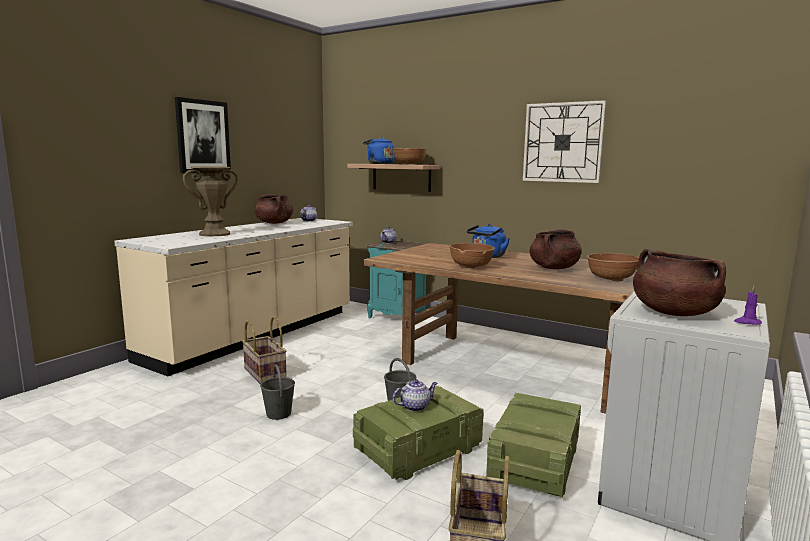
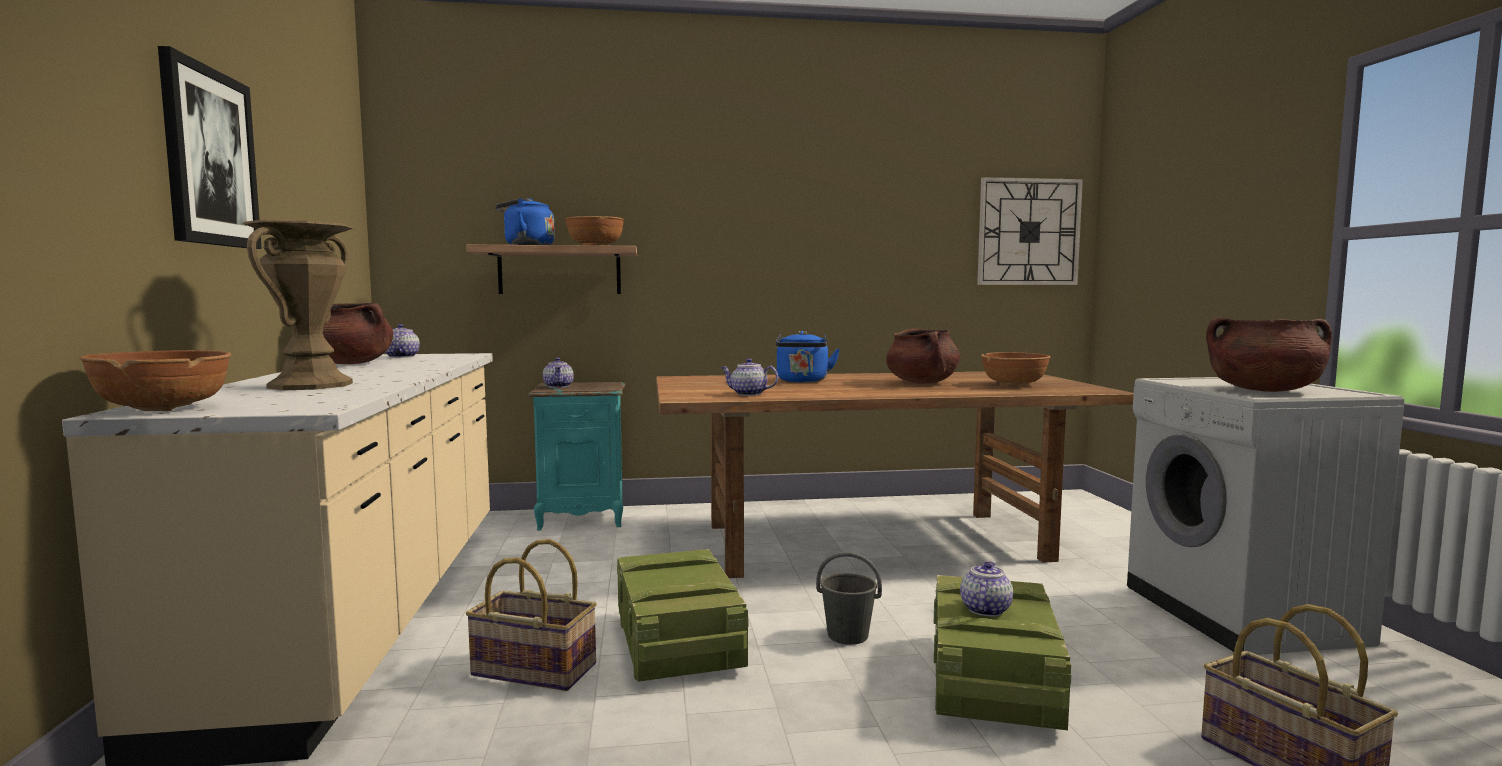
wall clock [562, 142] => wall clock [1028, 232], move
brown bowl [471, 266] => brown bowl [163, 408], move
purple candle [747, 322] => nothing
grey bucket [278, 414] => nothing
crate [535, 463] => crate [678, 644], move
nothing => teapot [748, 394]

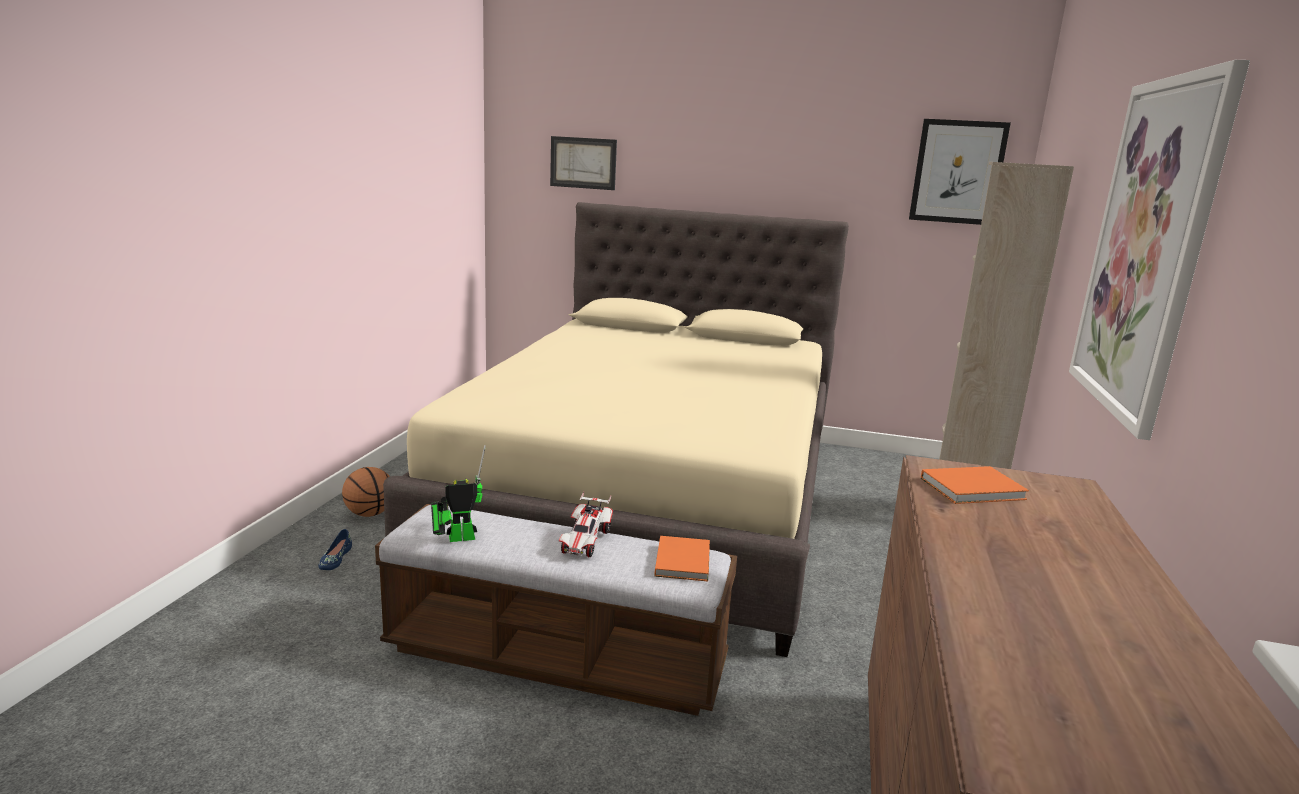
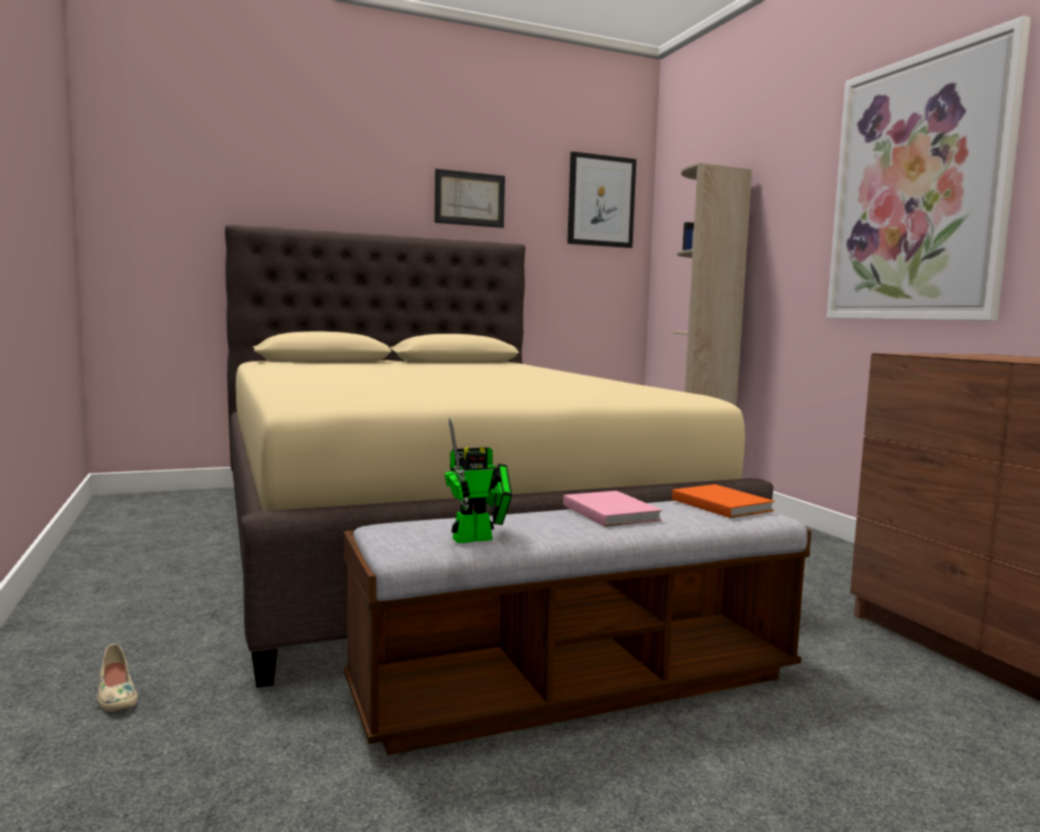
picture [583, 163] => picture [469, 199], move
toy robot [457, 538] => toy robot [478, 538], 150 degrees counterclockwise
orange book [975, 489] => nothing
basketball [370, 514] => nothing
toy car [585, 541] => pink book [610, 512]
blue shoe [335, 559] => beige shoe [116, 694]

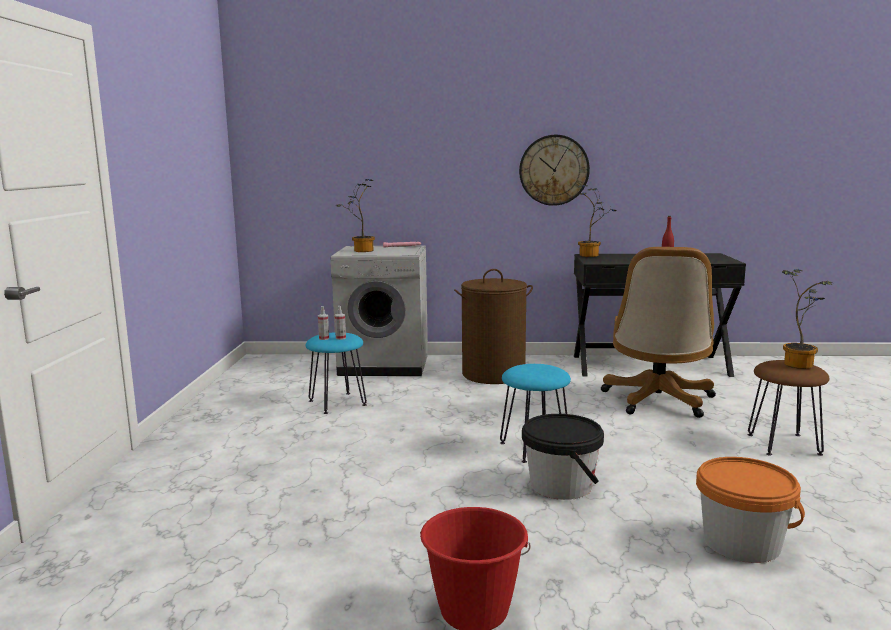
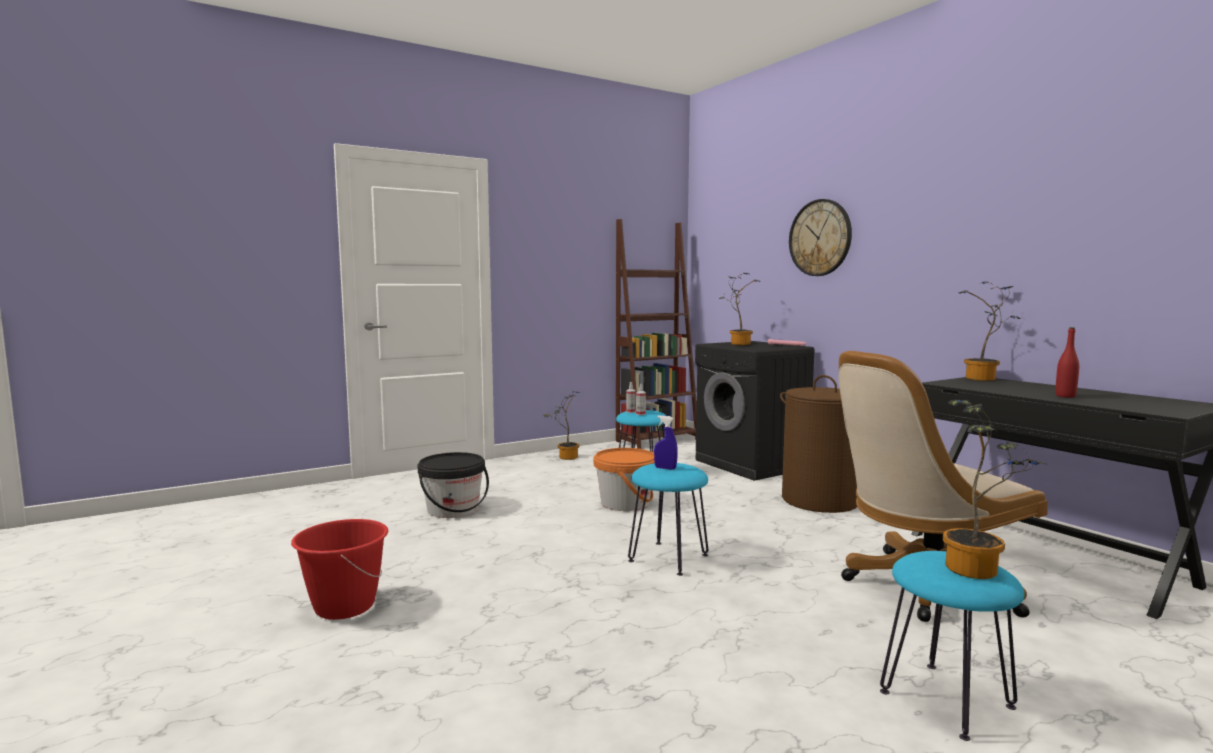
wall clock [554, 170] => wall clock [820, 238], move
white washing machine [384, 366] => black washing machine [749, 465]
brown stool [784, 444] => turquoise stool [946, 699]
black bucket [561, 485] => black bucket [453, 509], move
orange bucket [741, 543] => orange bucket [625, 503], move
nothing => brown bookcase [657, 441]
nothing => potted plant [565, 457]
nothing => blue spray bottle [665, 468]

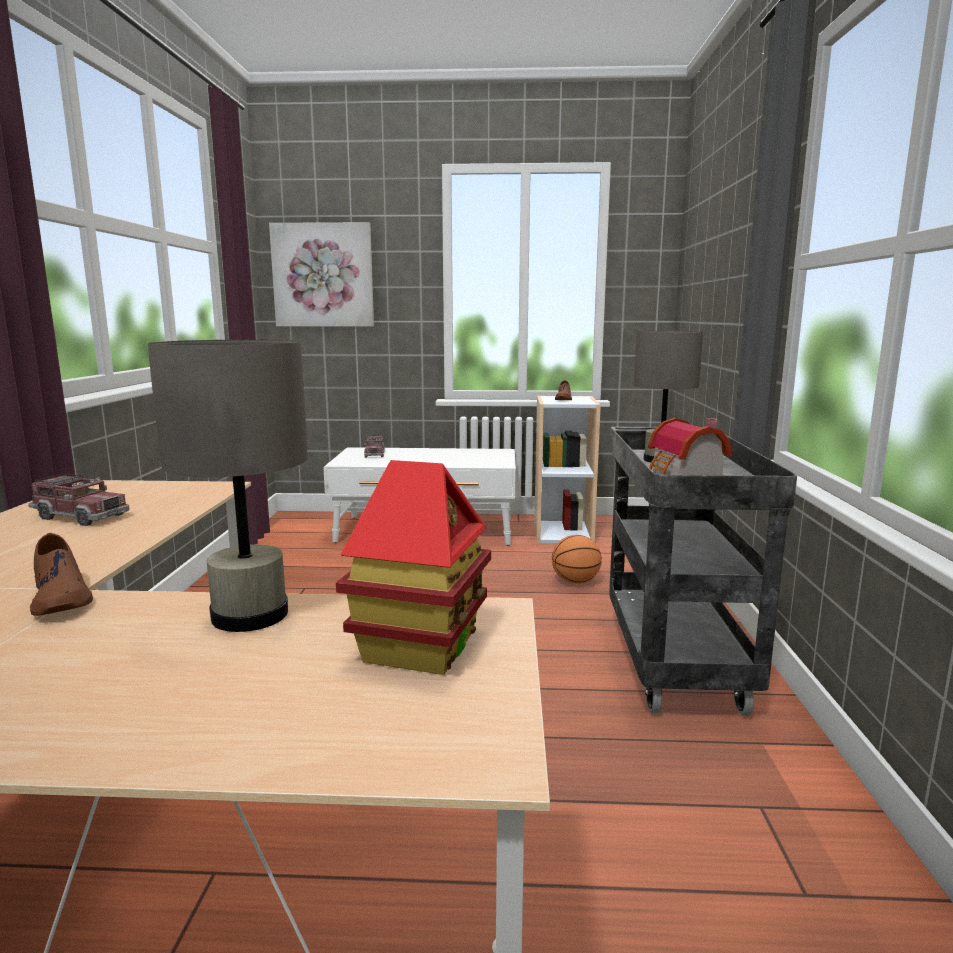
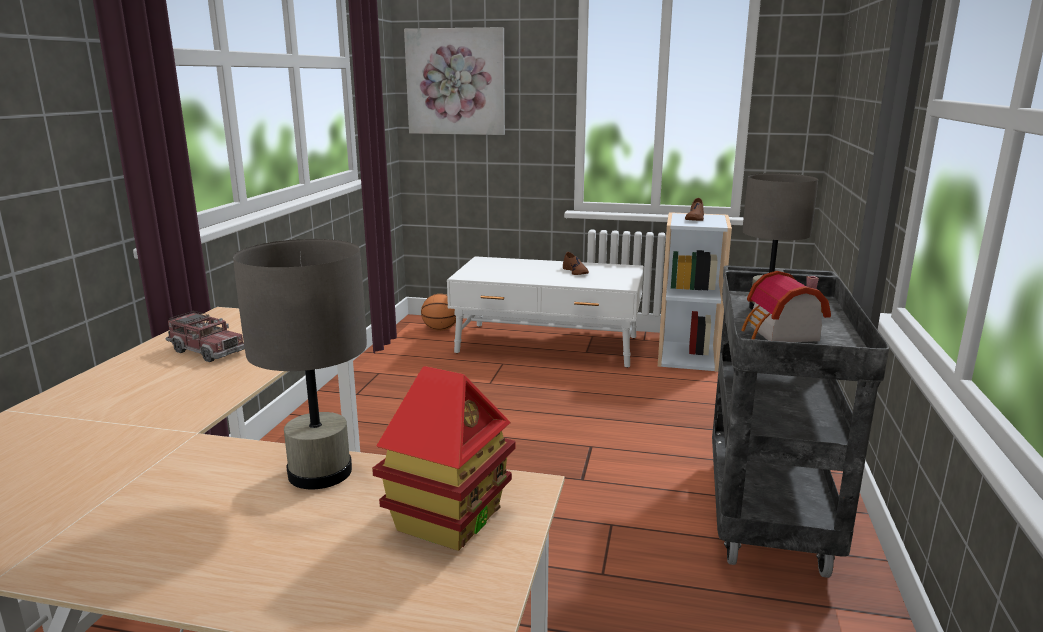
toy truck [374, 454] => nothing
brown shoe [61, 597] => brown shoe [575, 272], move
basketball [575, 582] => basketball [440, 329], move

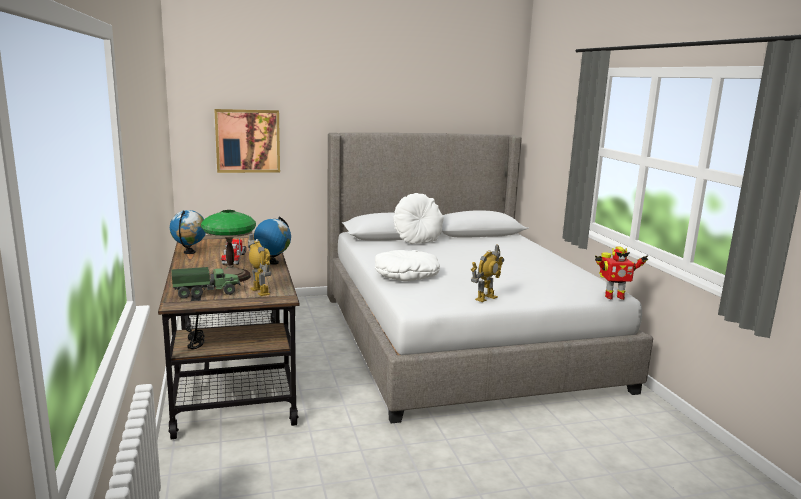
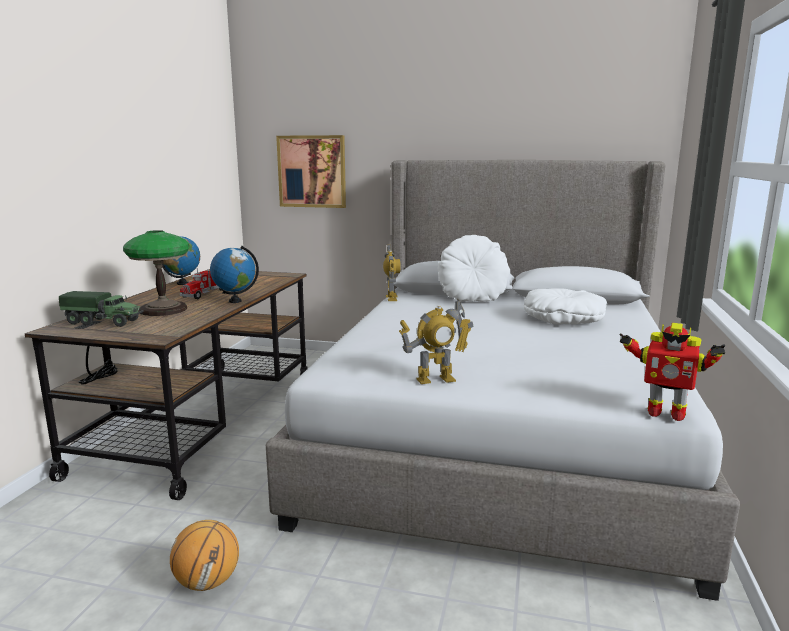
toy robot [260, 291] => toy robot [391, 298], move
white pillow [405, 275] => white pillow [563, 318], move
nothing => basketball [208, 582]

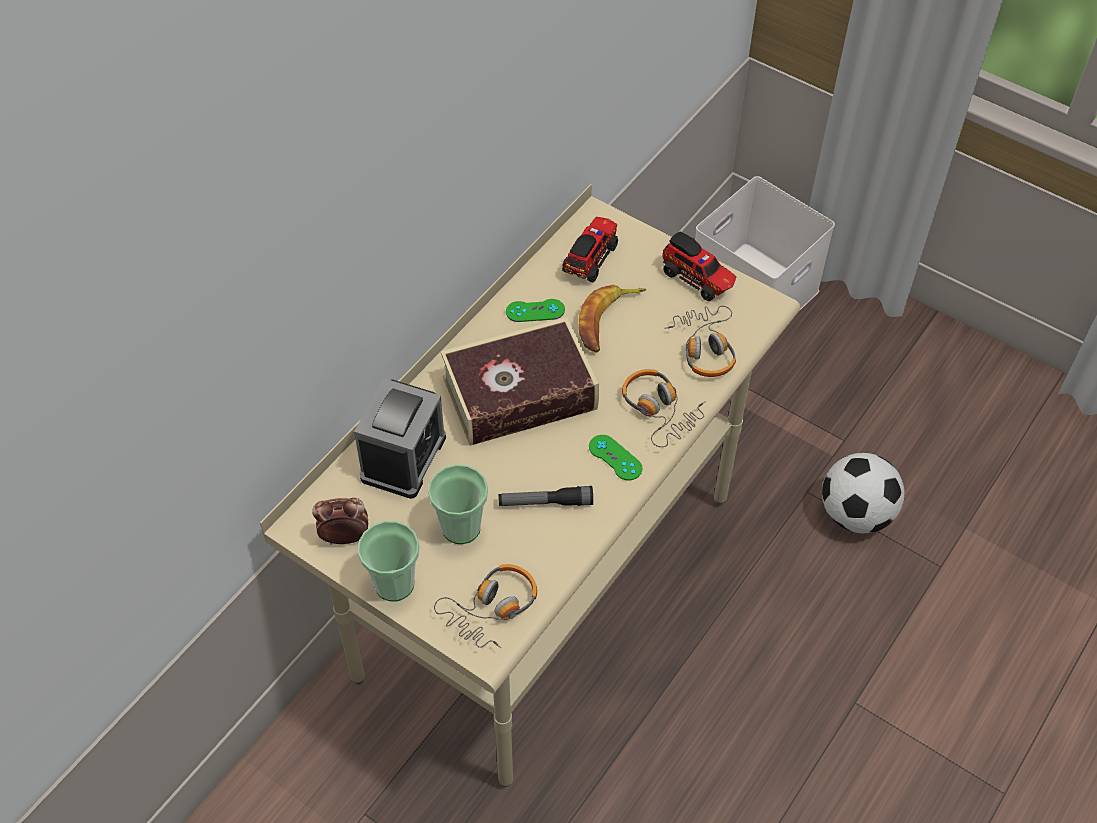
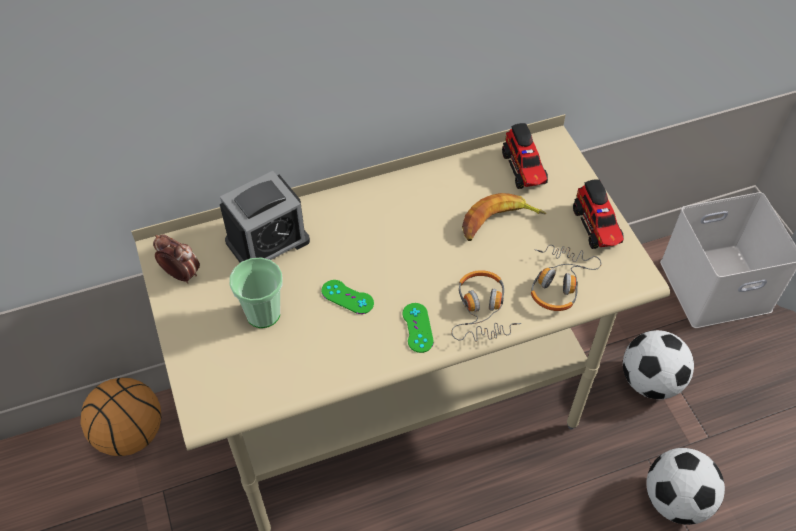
toy truck [591, 258] => toy truck [524, 170], 105 degrees clockwise
green game controller [535, 311] => green game controller [347, 297], move
book [519, 394] => nothing
flashlight [545, 502] => nothing
cup [394, 584] => nothing
headphones [492, 609] => nothing
nothing => football [650, 381]
nothing => basketball [131, 433]

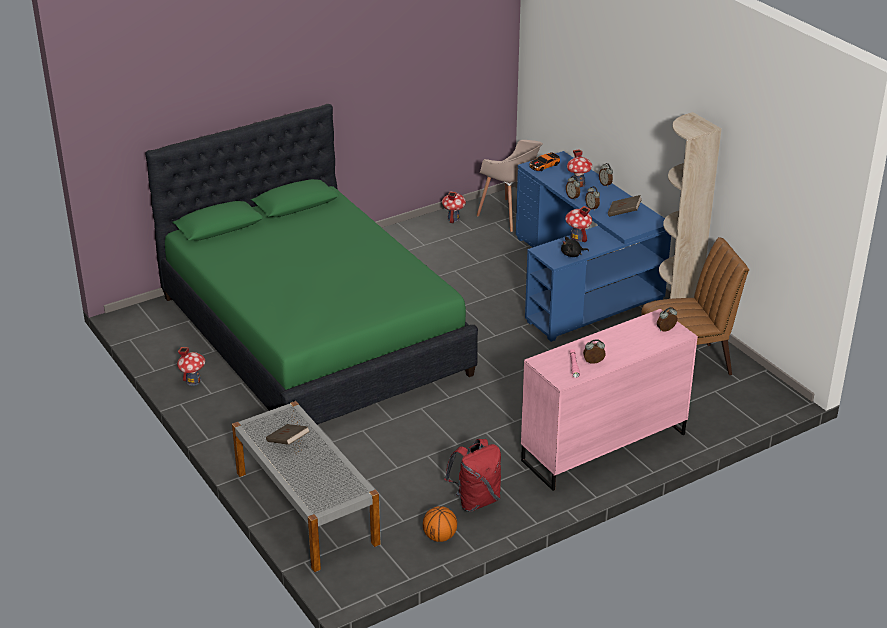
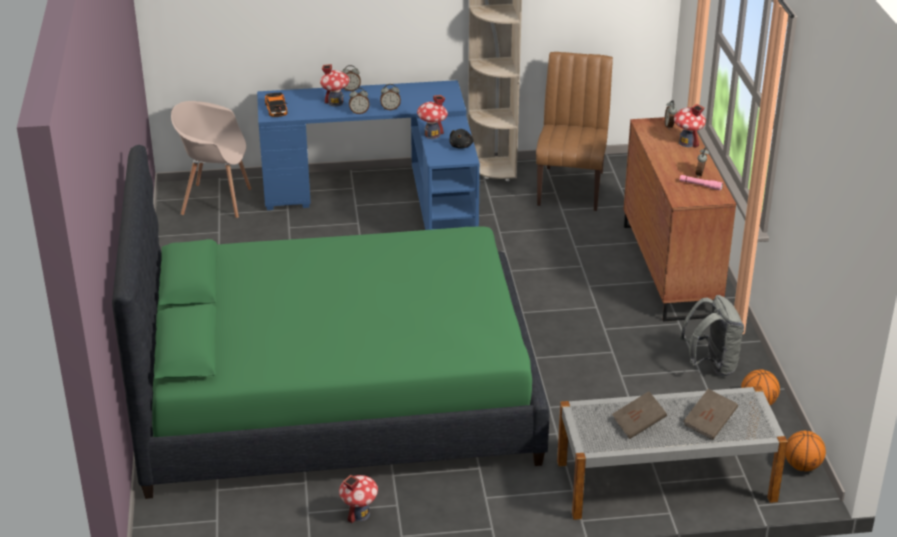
beige chair [509, 215] => beige chair [215, 201], 150 degrees counterclockwise
toy house [453, 218] => toy house [687, 143], move
brown book [624, 213] => brown book [709, 423], move
pink dresser [604, 448] => brown dresser [671, 270]
red backpack [476, 500] => grey backpack [711, 365]
nothing => basketball [802, 466]

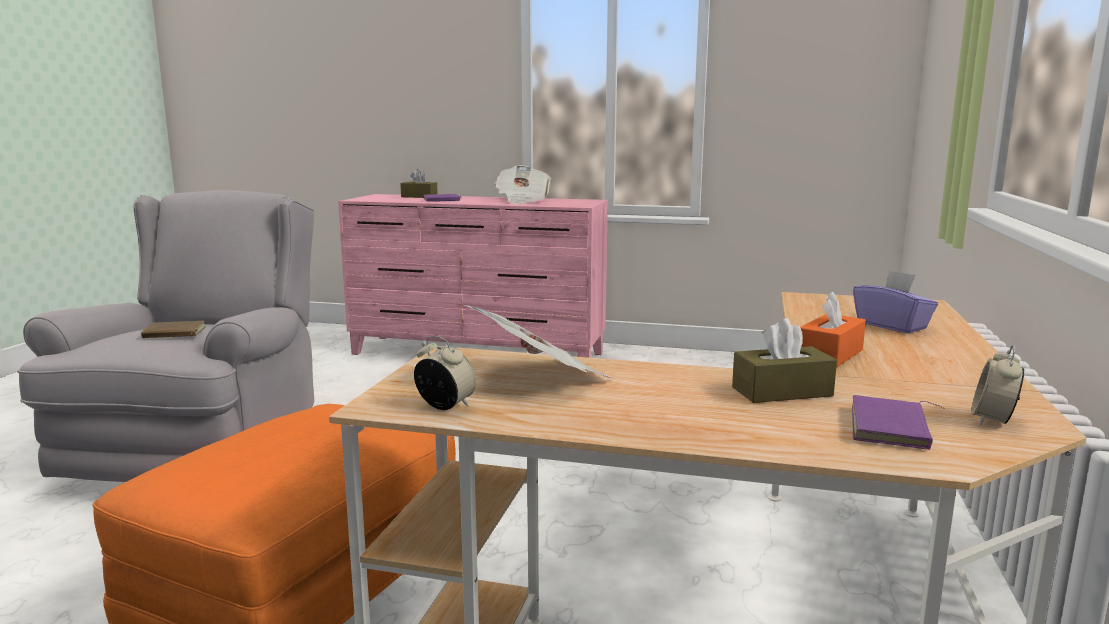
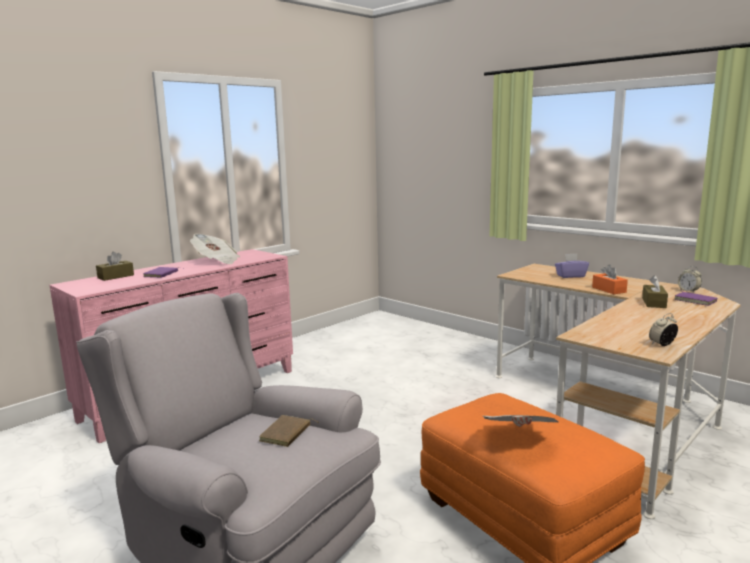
newspaper [540, 380] => newspaper [518, 438], move

